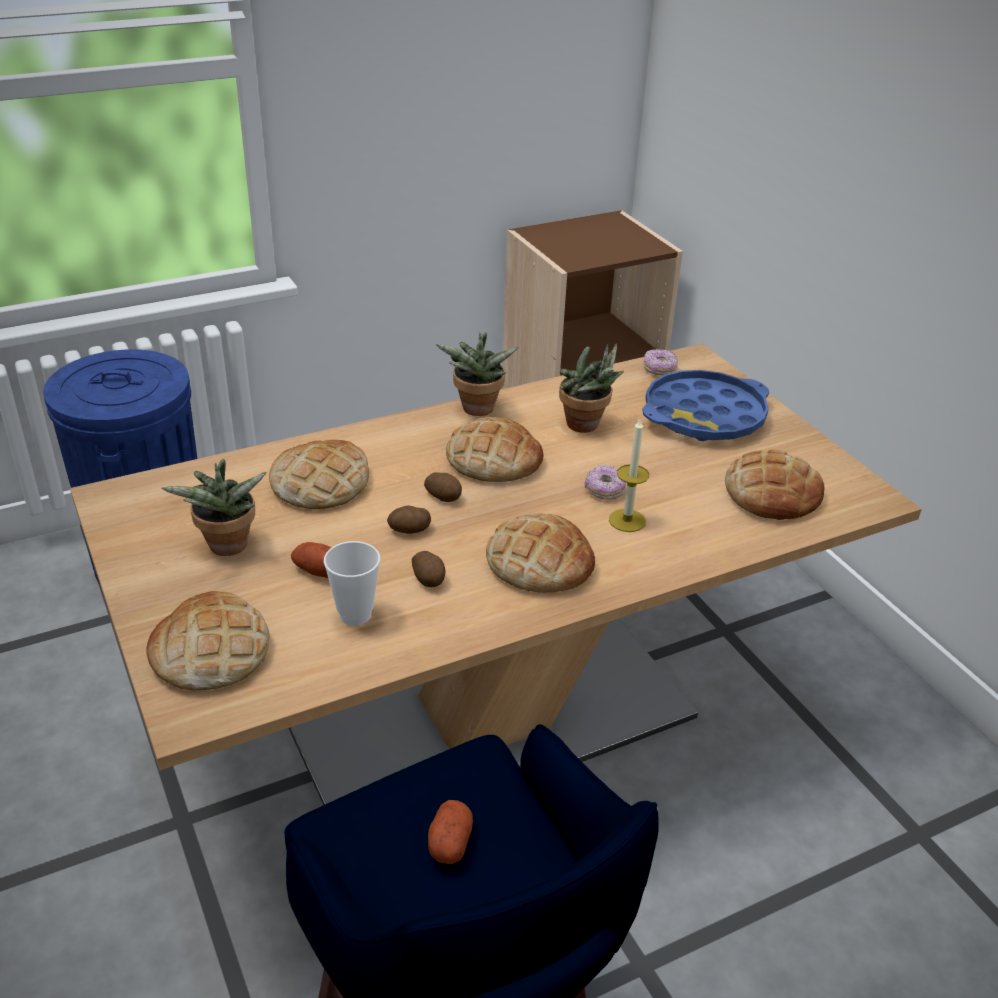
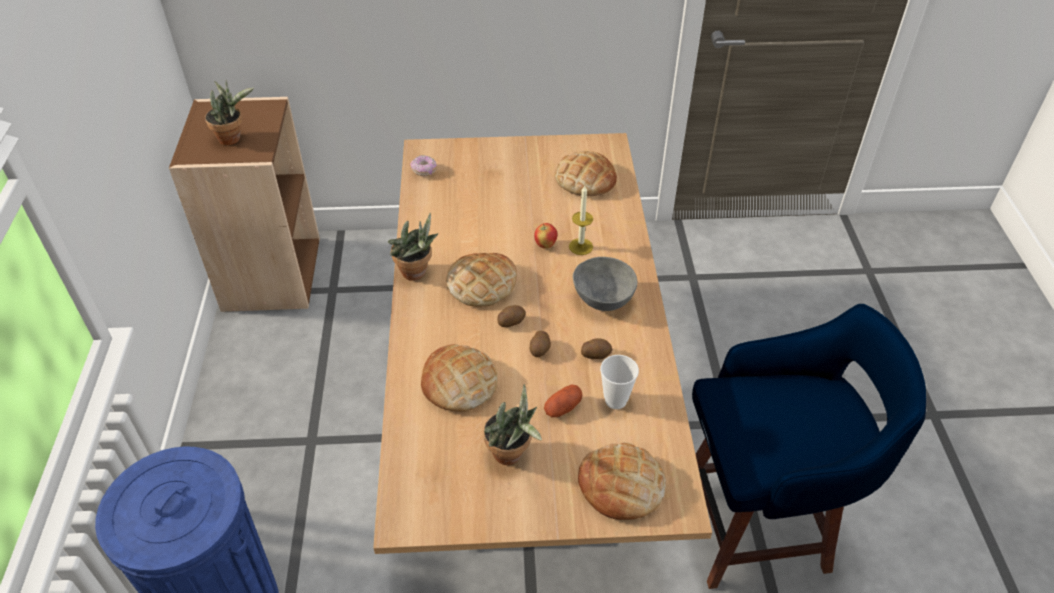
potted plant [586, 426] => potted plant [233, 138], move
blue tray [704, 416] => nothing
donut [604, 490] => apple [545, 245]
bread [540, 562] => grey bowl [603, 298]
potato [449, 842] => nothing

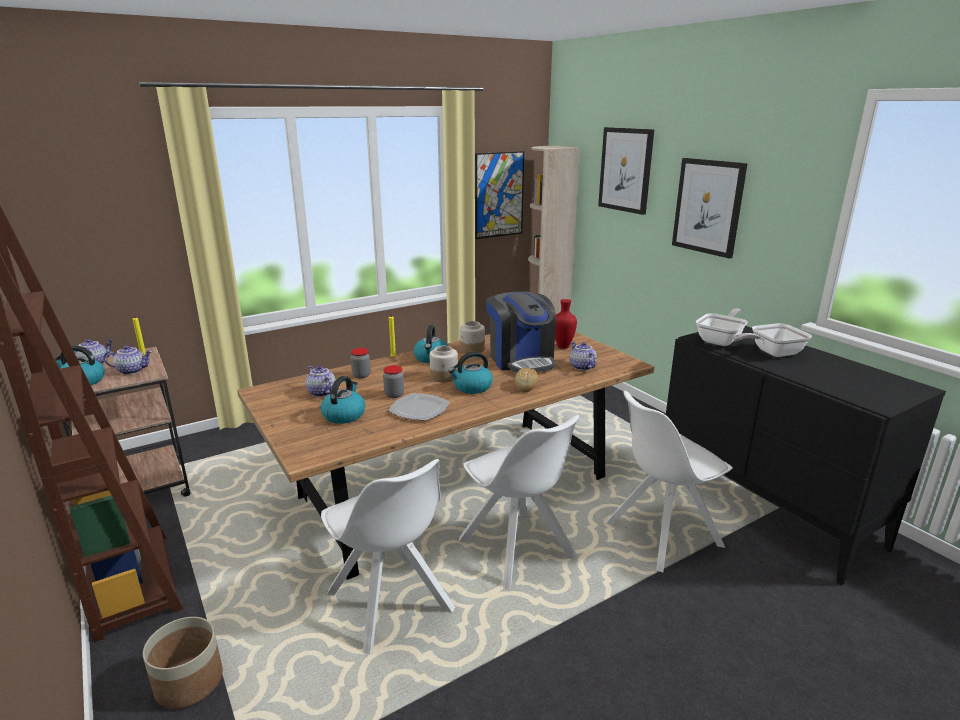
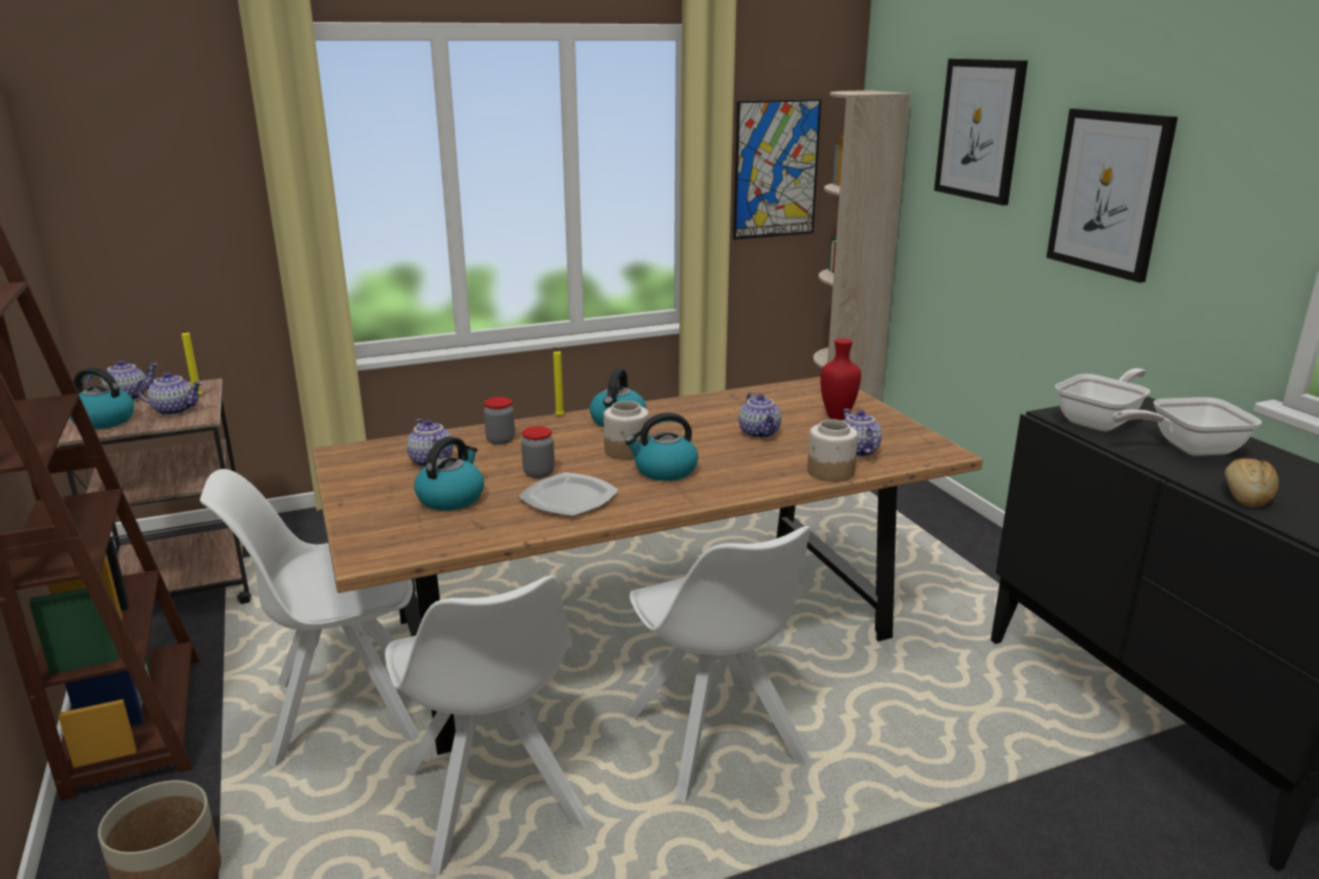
coffee machine [521, 360] => teapot [760, 433]
jar [472, 349] => jar [830, 472], move
bread [526, 386] => bread [1246, 495], move
white chair [661, 534] => white chair [342, 710], move

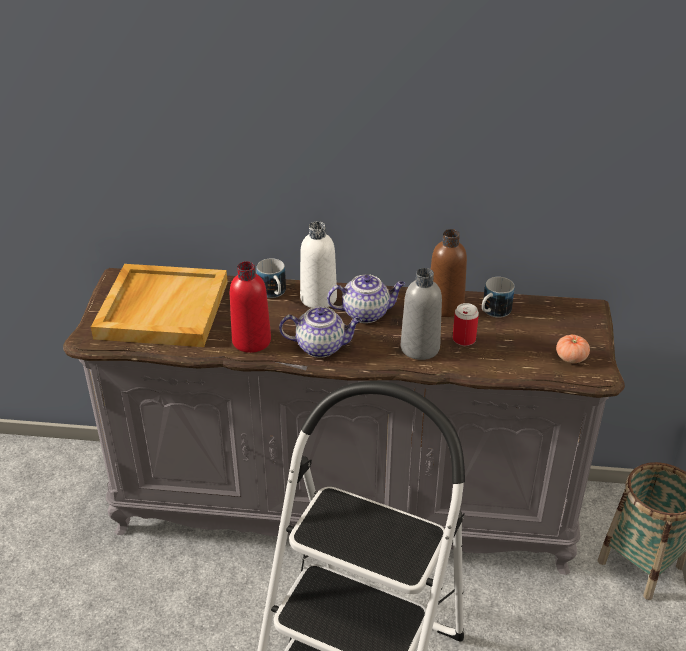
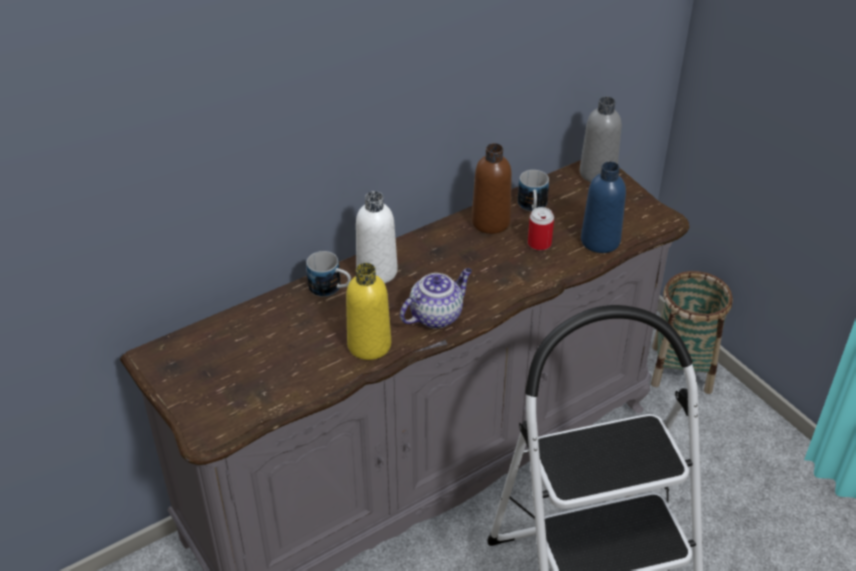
red bottle [251, 341] => yellow bottle [369, 345]
beige tray [162, 309] => nothing
grey bottle [420, 348] => grey bottle [597, 173], move
teapot [366, 313] => nothing
tomato [571, 358] => nothing
nothing => blue bottle [600, 241]

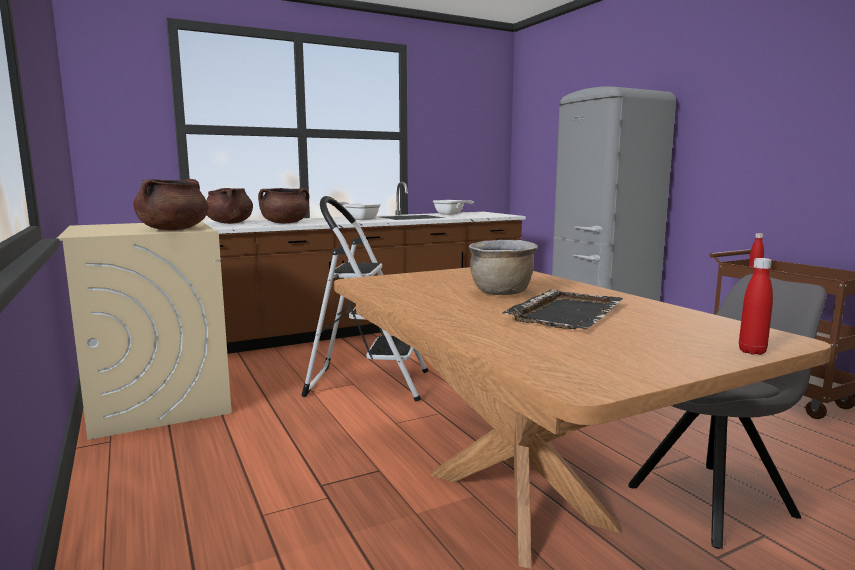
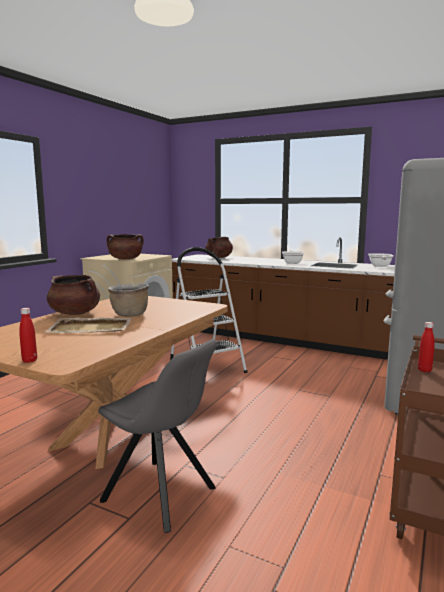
brown cooking pot [285, 223] => brown cooking pot [75, 313], move
black tray [566, 313] => beige tray [91, 328]

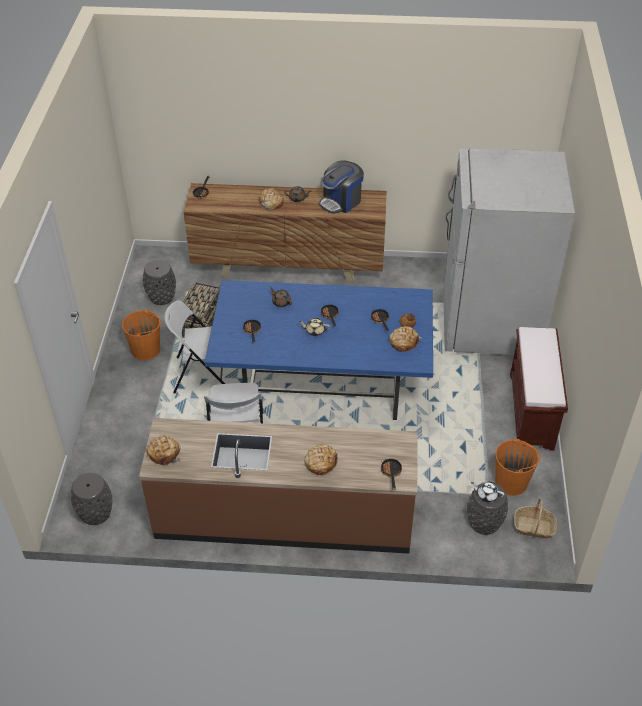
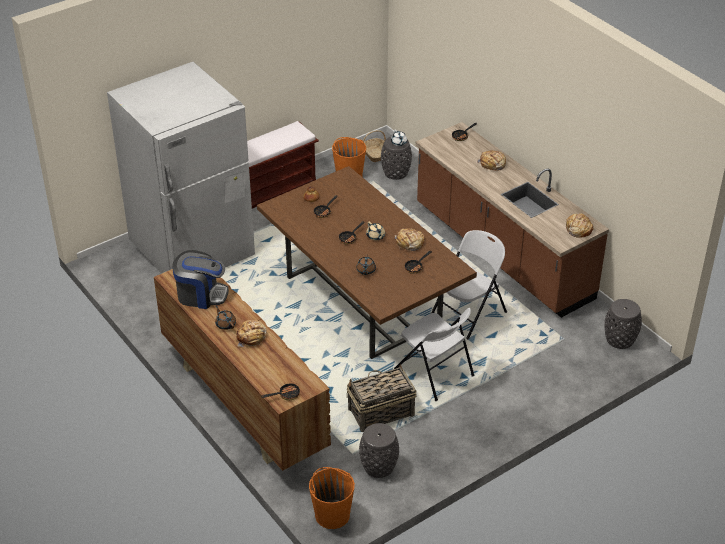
blue dining table [322, 383] => brown dining table [363, 301]
orange bucket [146, 350] => orange bucket [332, 514], move
bread [403, 342] => bread [409, 243], move

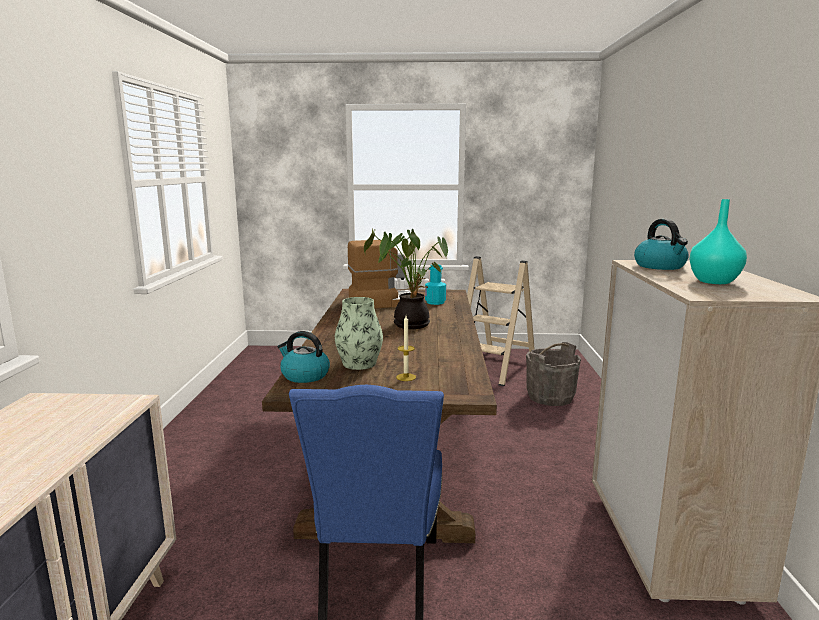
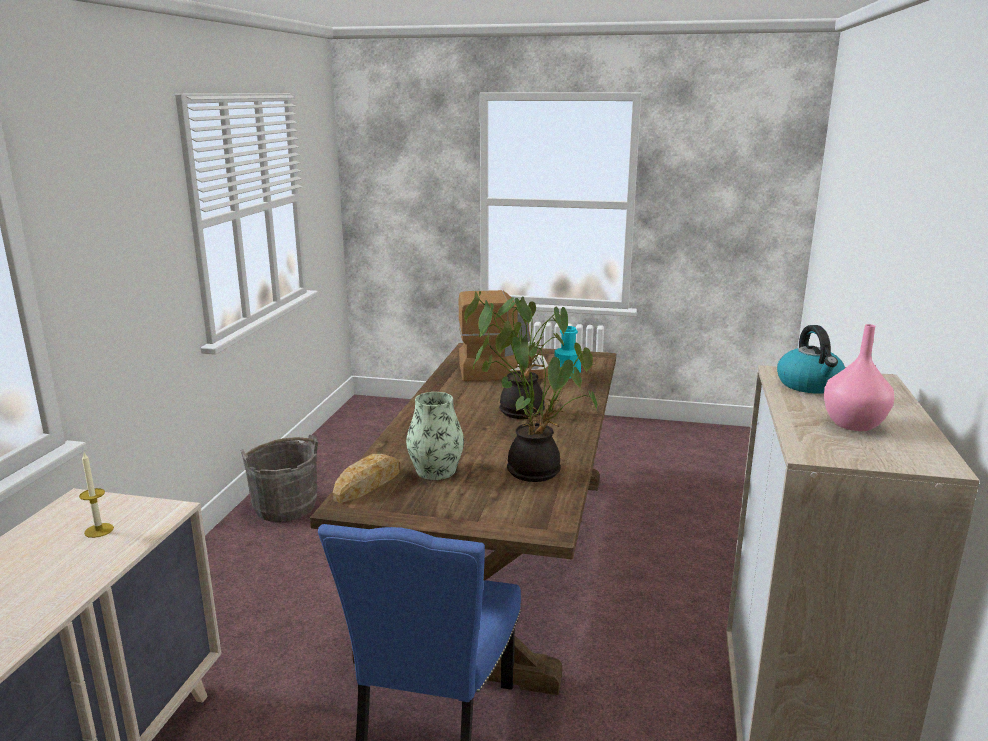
turquoise vase [713, 281] => pink vase [853, 424]
beige step ladder [496, 366] => nothing
candle [406, 377] => candle [99, 530], move
kettle [304, 375] => bread [367, 484]
grey bucket [550, 397] => grey bucket [285, 507], move
nothing => potted plant [536, 469]

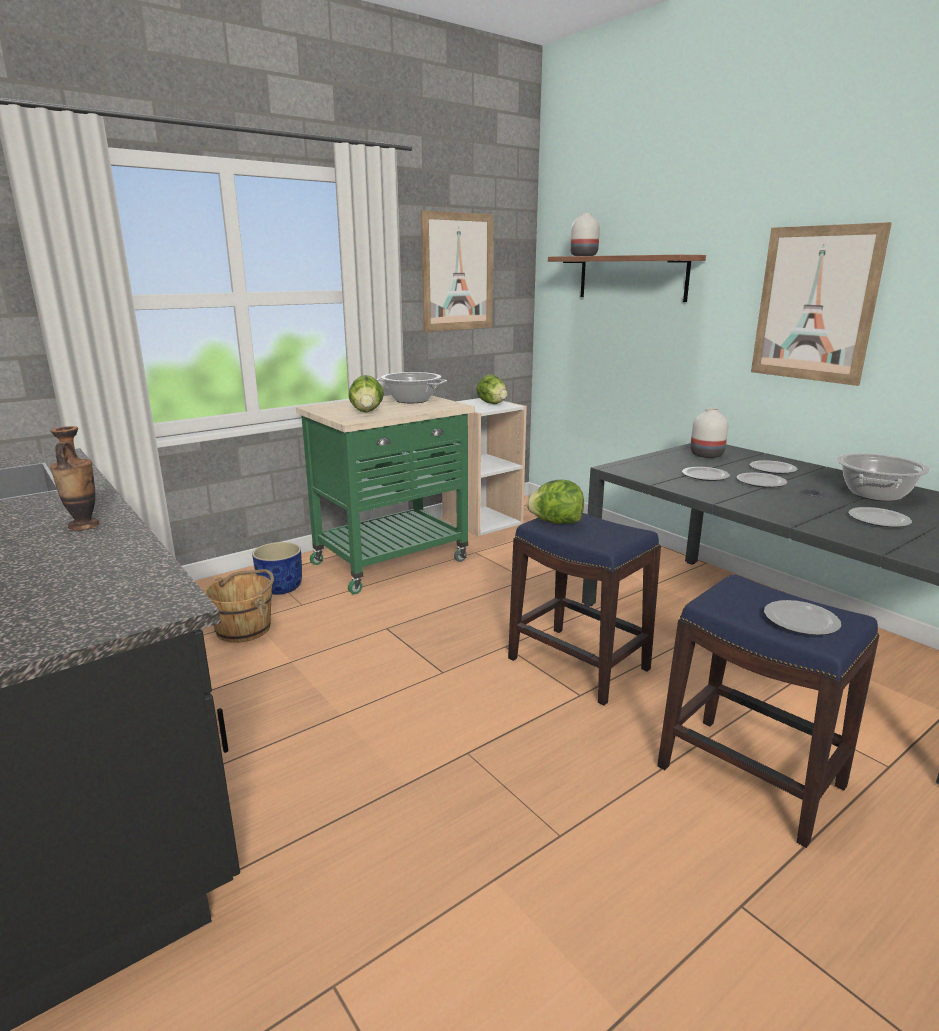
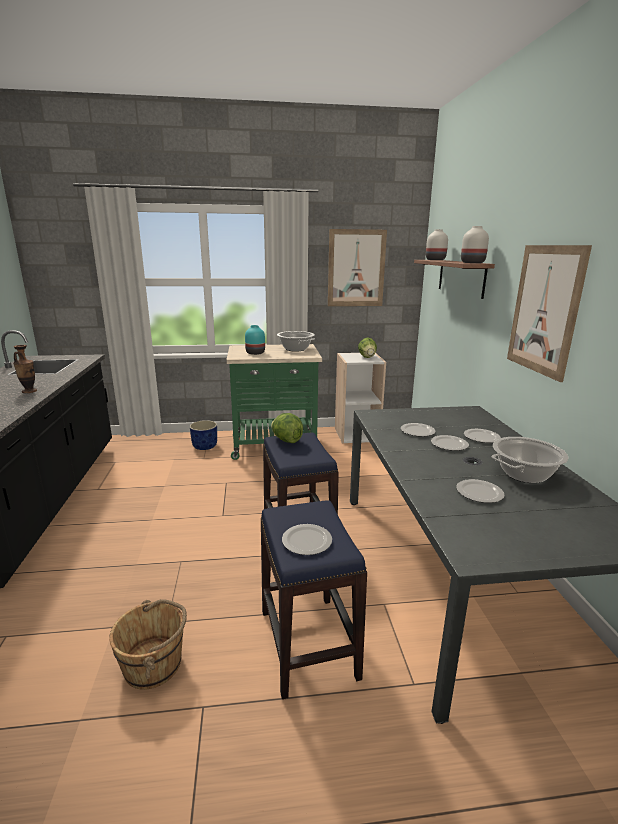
lettuce [367, 411] => turquoise vase [256, 353]
white vase [707, 455] => white vase [473, 262], move
brown bucket [244, 628] => brown bucket [154, 664], move

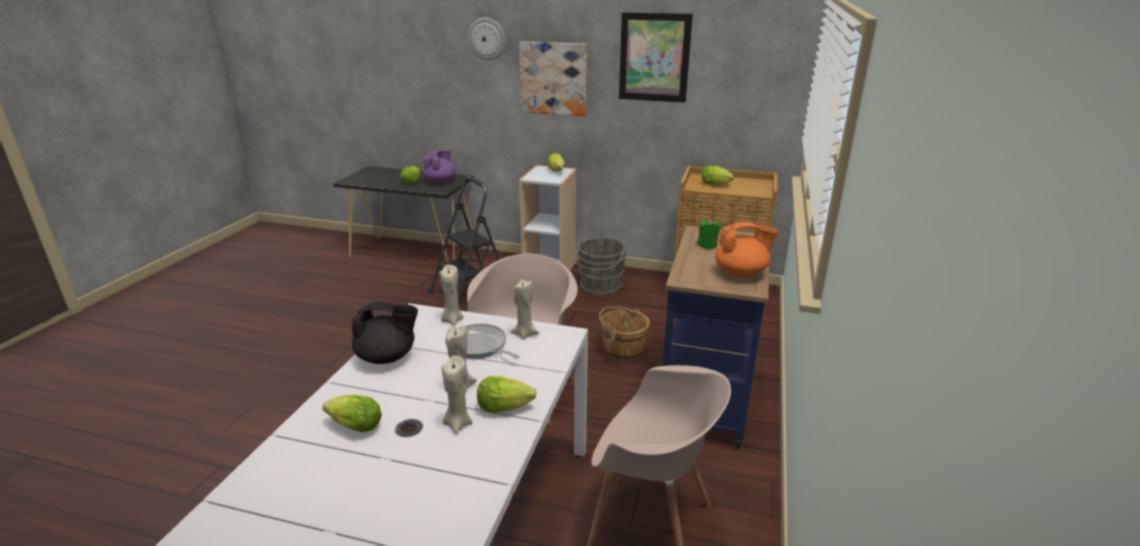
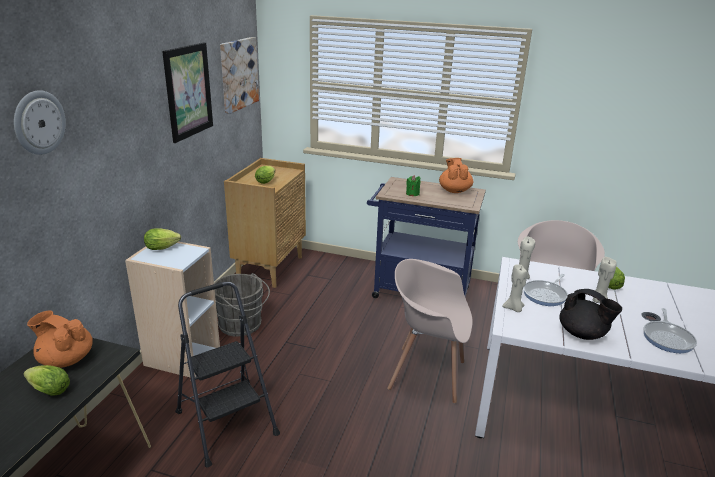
picture [554, 78] => picture [238, 74], move
purple teapot [440, 181] => orange teapot [66, 359]
black teapot [387, 357] => black teapot [582, 334], 135 degrees clockwise
brown bucket [622, 350] => nothing
beige candle [458, 423] => nothing
lettuce [353, 426] => frying pan [668, 338]

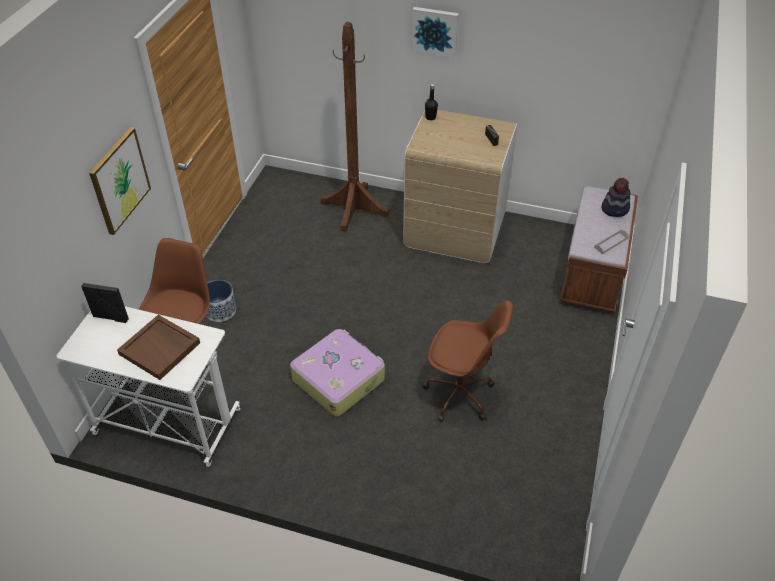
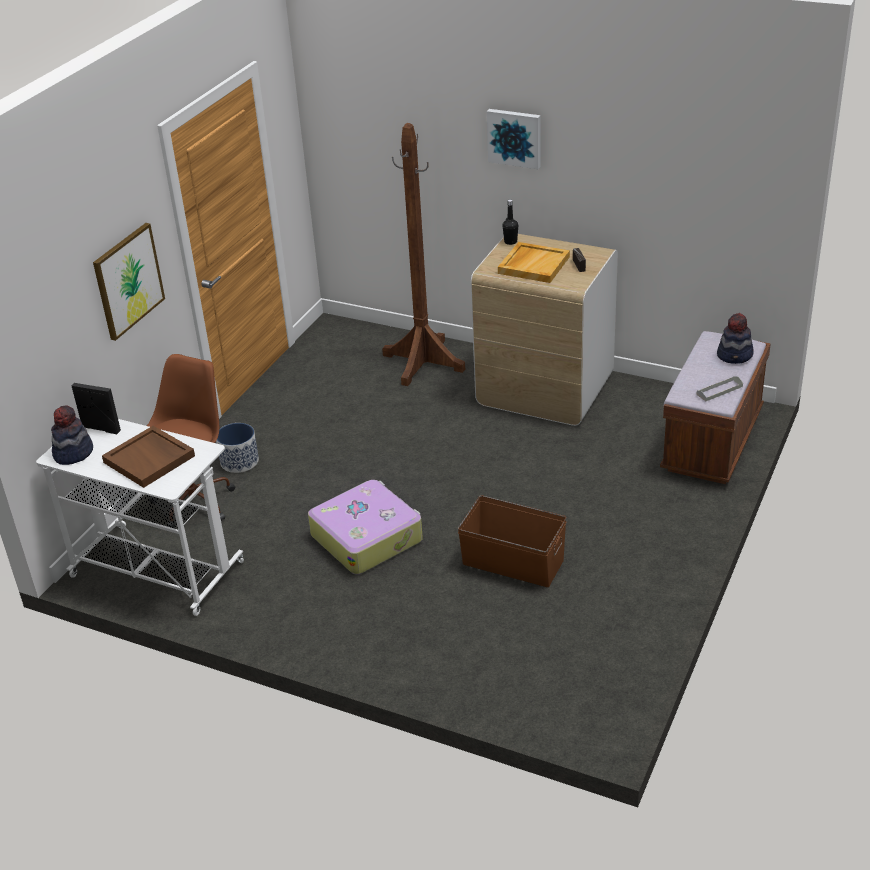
brown office chair [460, 395] => brown storage box [513, 562]
nothing => beige tray [533, 265]
nothing => hat [73, 453]

